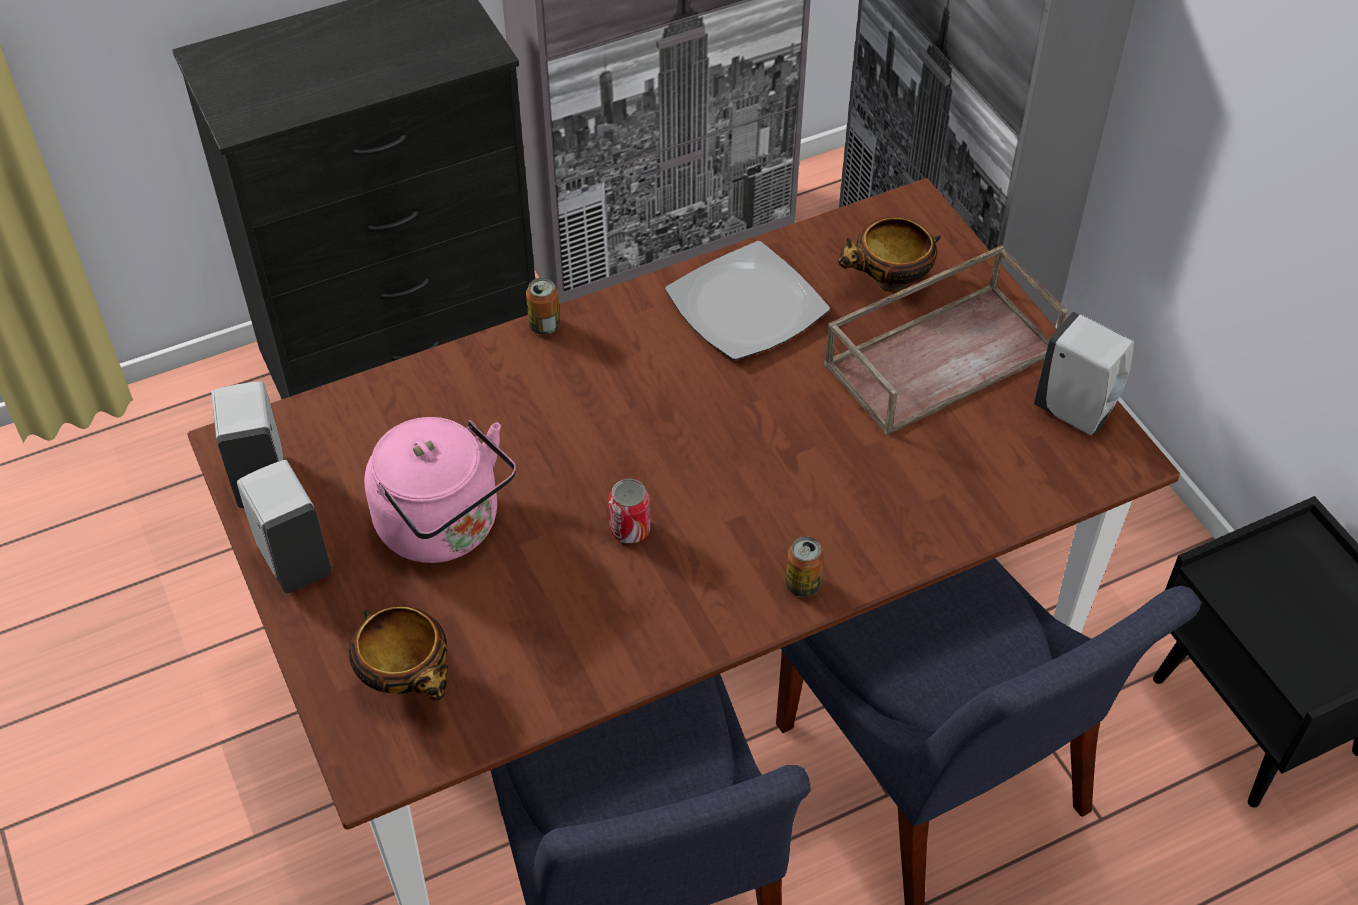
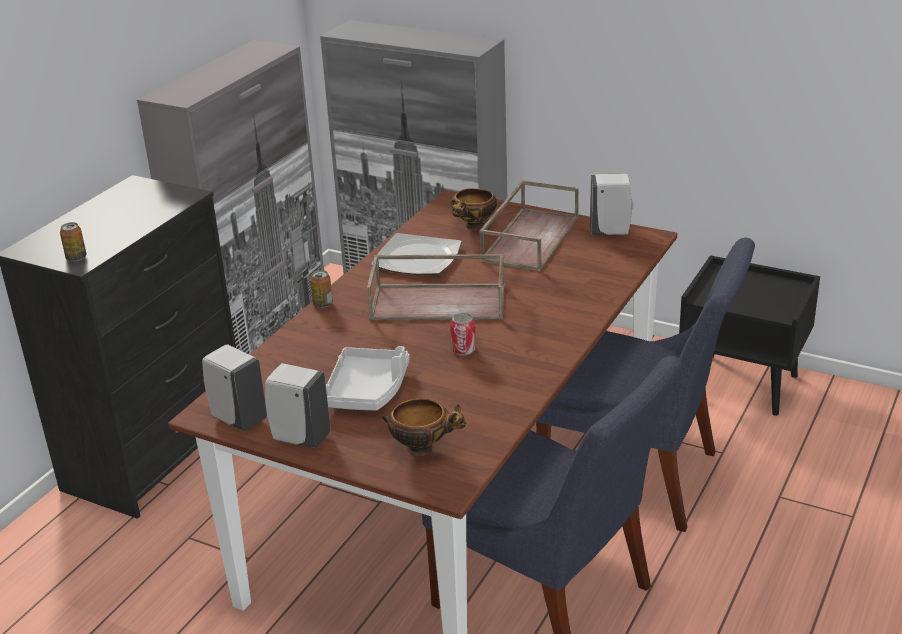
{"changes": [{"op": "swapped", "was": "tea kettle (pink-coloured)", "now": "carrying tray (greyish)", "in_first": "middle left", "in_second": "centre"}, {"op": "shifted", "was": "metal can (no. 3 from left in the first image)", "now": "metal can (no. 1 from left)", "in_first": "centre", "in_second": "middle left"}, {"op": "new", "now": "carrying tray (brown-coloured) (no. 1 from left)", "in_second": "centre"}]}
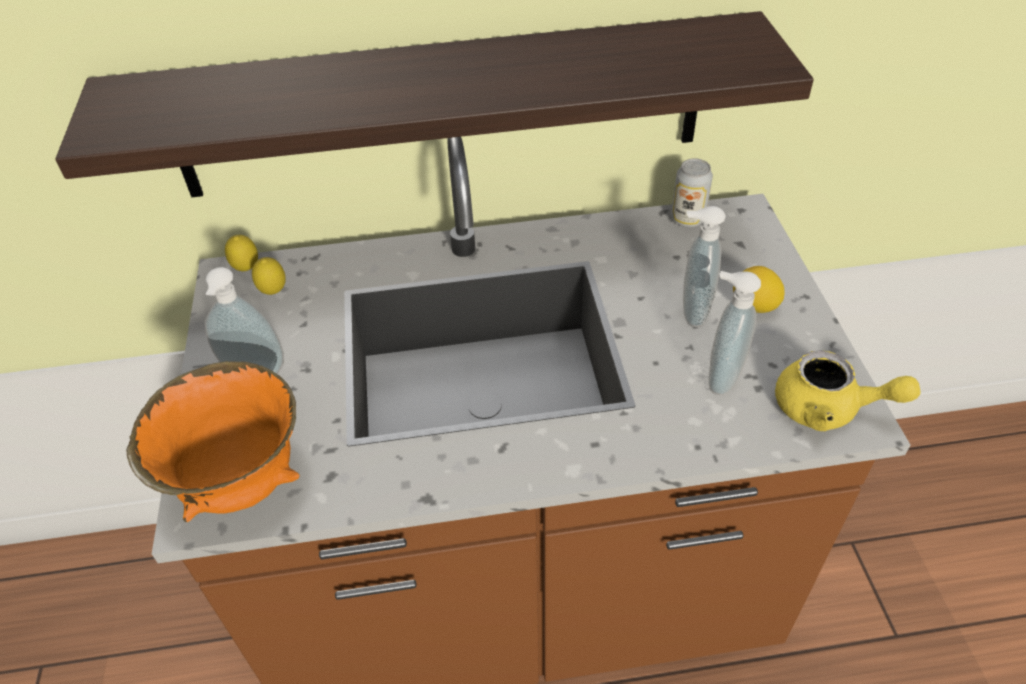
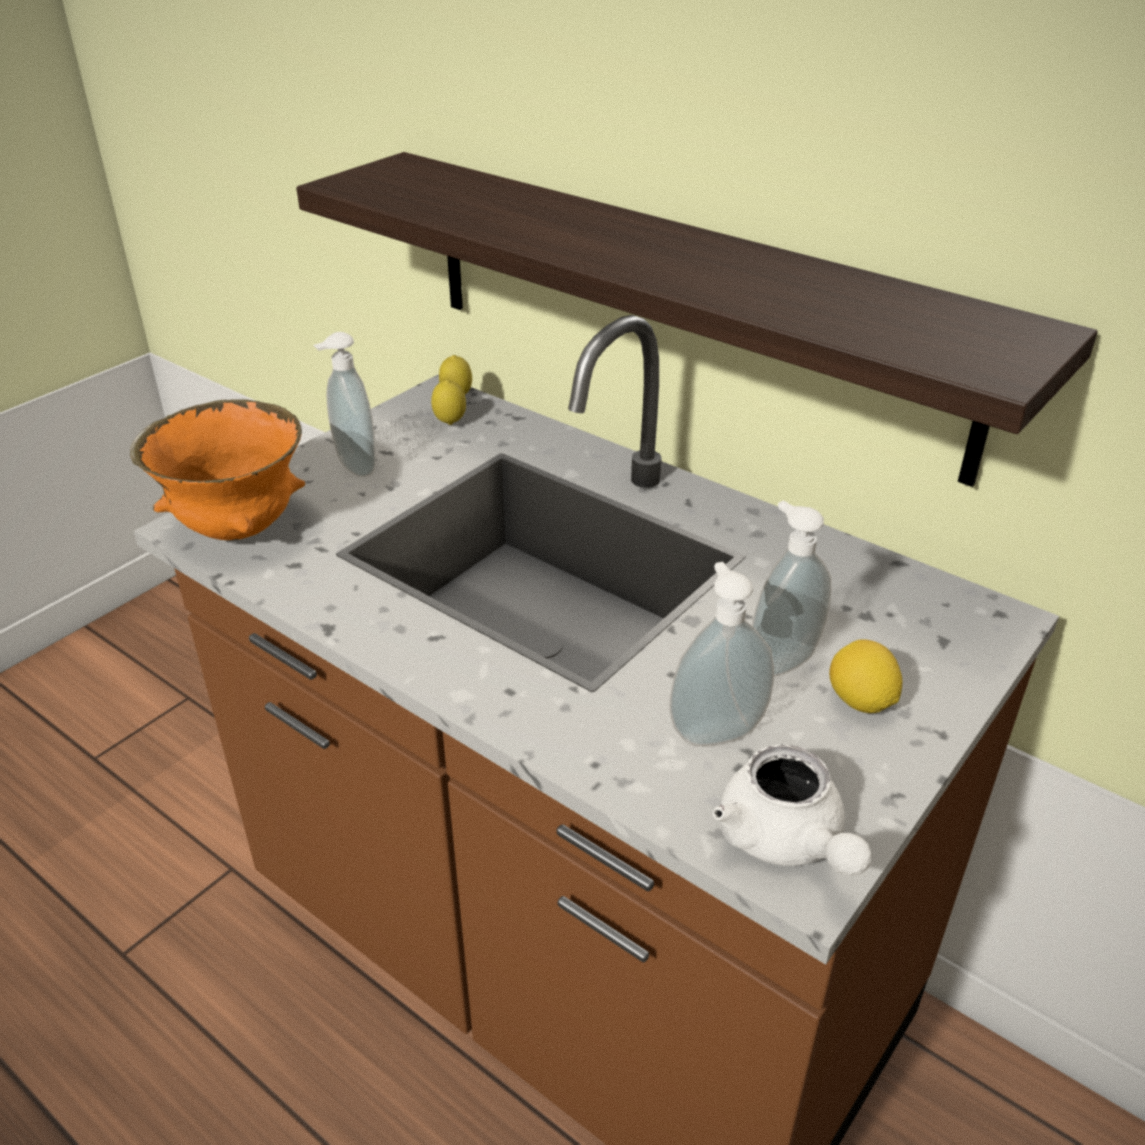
{"changes": [{"op": "gone", "was": "metal can", "in_first": "top right"}, {"op": "repainted", "was": "teapot (yellow)", "now": "teapot (white)", "in_first": "middle right", "in_second": "bottom right"}]}
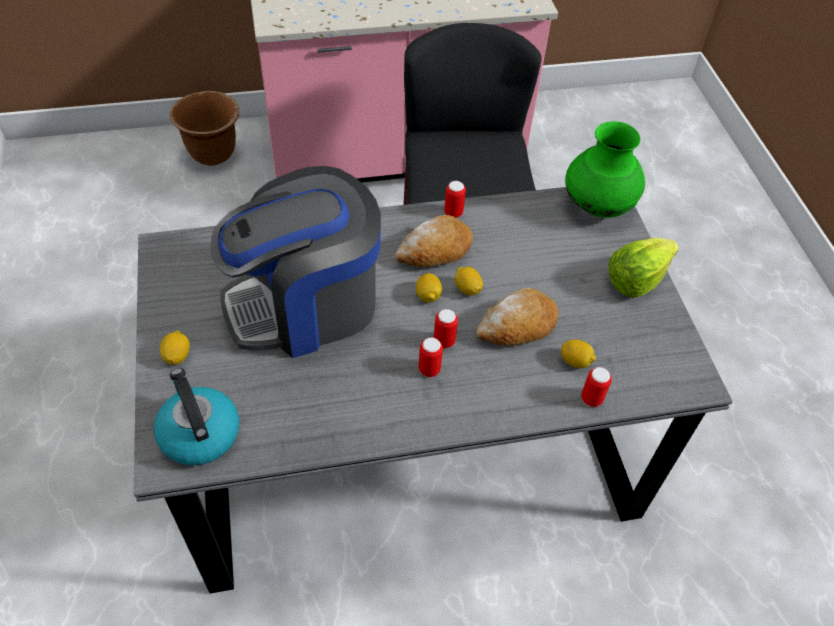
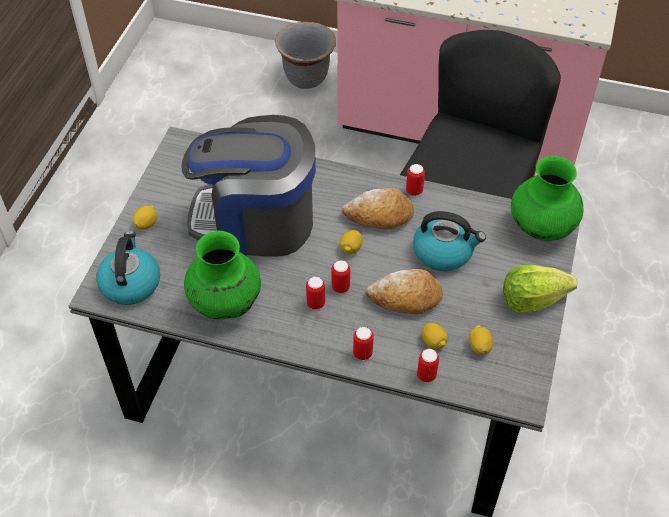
{"changes": [{"op": "repainted", "was": "plant pot (brown-coloured)", "now": "plant pot (greyish)", "in_first": "top left", "in_second": "top centre"}, {"op": "shifted", "was": "citrus fruit (no. 3 from left in the first image)", "now": "citrus fruit (no. 4 from left)", "in_first": "centre", "in_second": "middle right"}, {"op": "new", "now": "vase (greenish) (no. 1 from left)", "in_second": "middle left"}, {"op": "new", "now": "metal can (no. 3 from left)", "in_second": "centre"}, {"op": "new", "now": "tea kettle (no. 2 from left)", "in_second": "middle right"}]}
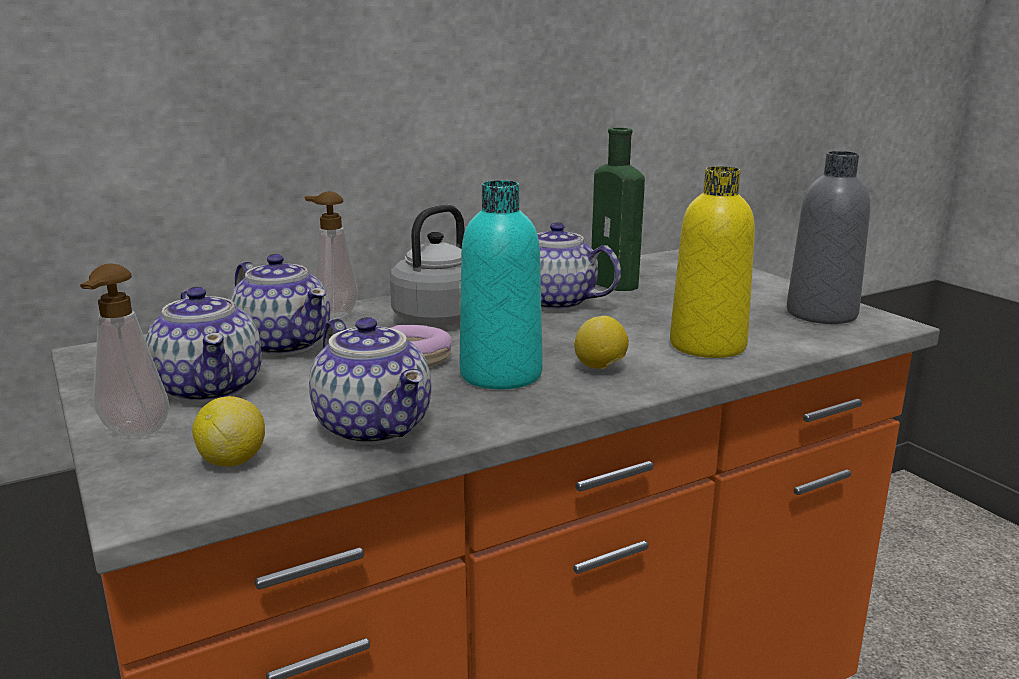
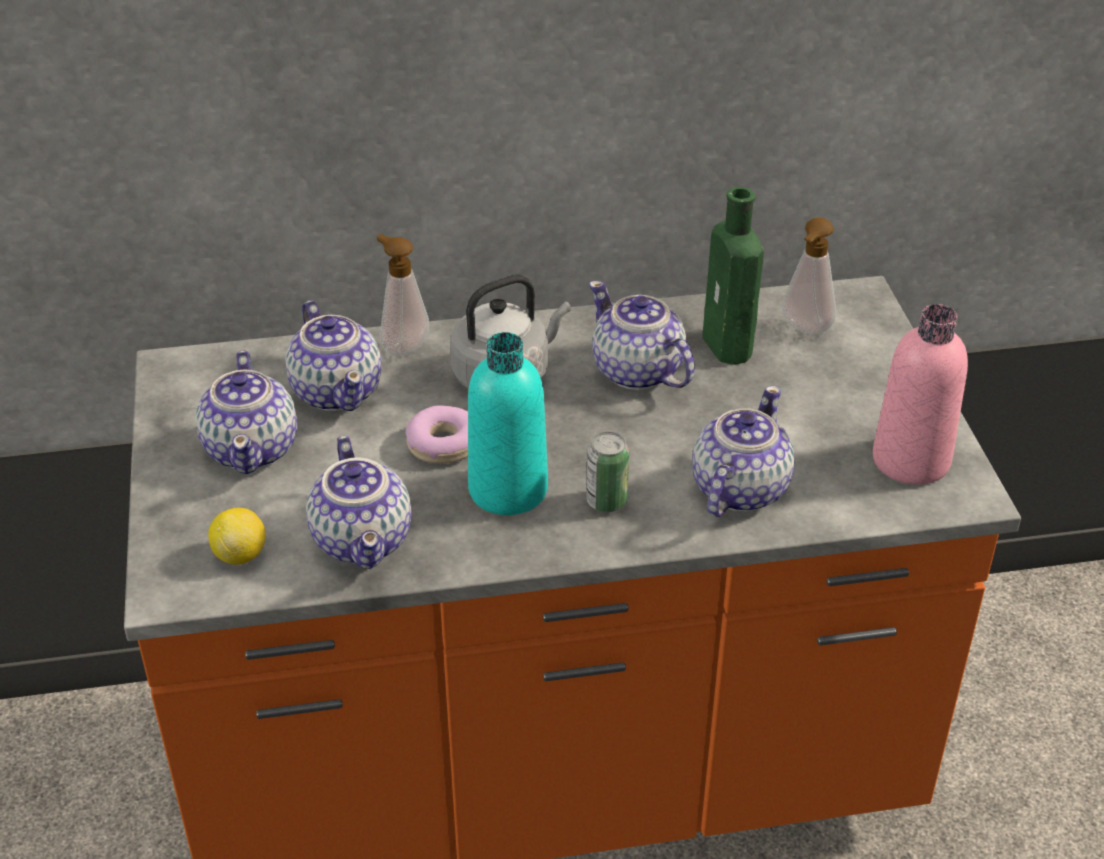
{"changes": [{"op": "shifted", "was": "soap dispenser (no. 1 from left in the first image)", "now": "soap dispenser (no. 2 from left)", "in_first": "middle left", "in_second": "top right"}, {"op": "swapped", "was": "citrus fruit (no. 2 from left)", "now": "metal can", "in_first": "centre", "in_second": "centre"}, {"op": "swapped", "was": "bottle (yellow)", "now": "teapot (no. 5 from left)", "in_first": "middle right", "in_second": "middle right"}, {"op": "repainted", "was": "bottle (greyish)", "now": "bottle (pink-coloured)", "in_first": "middle right", "in_second": "middle right"}]}
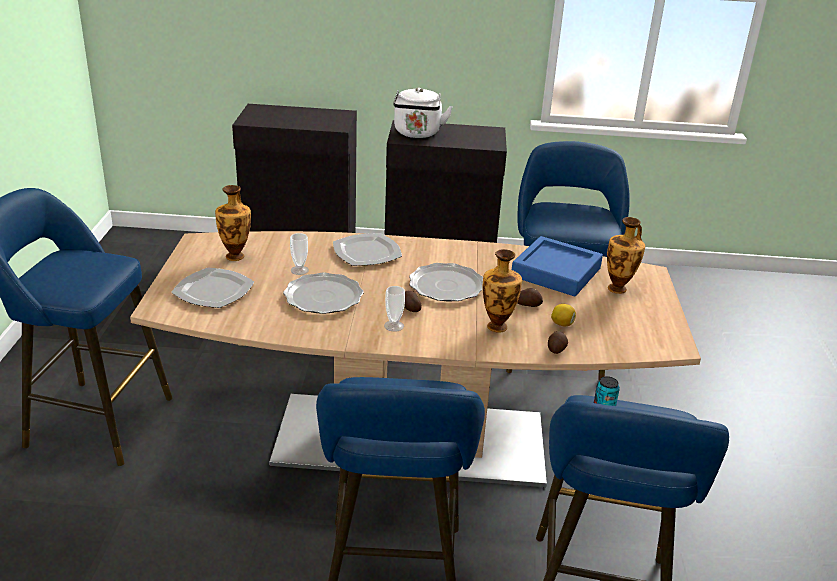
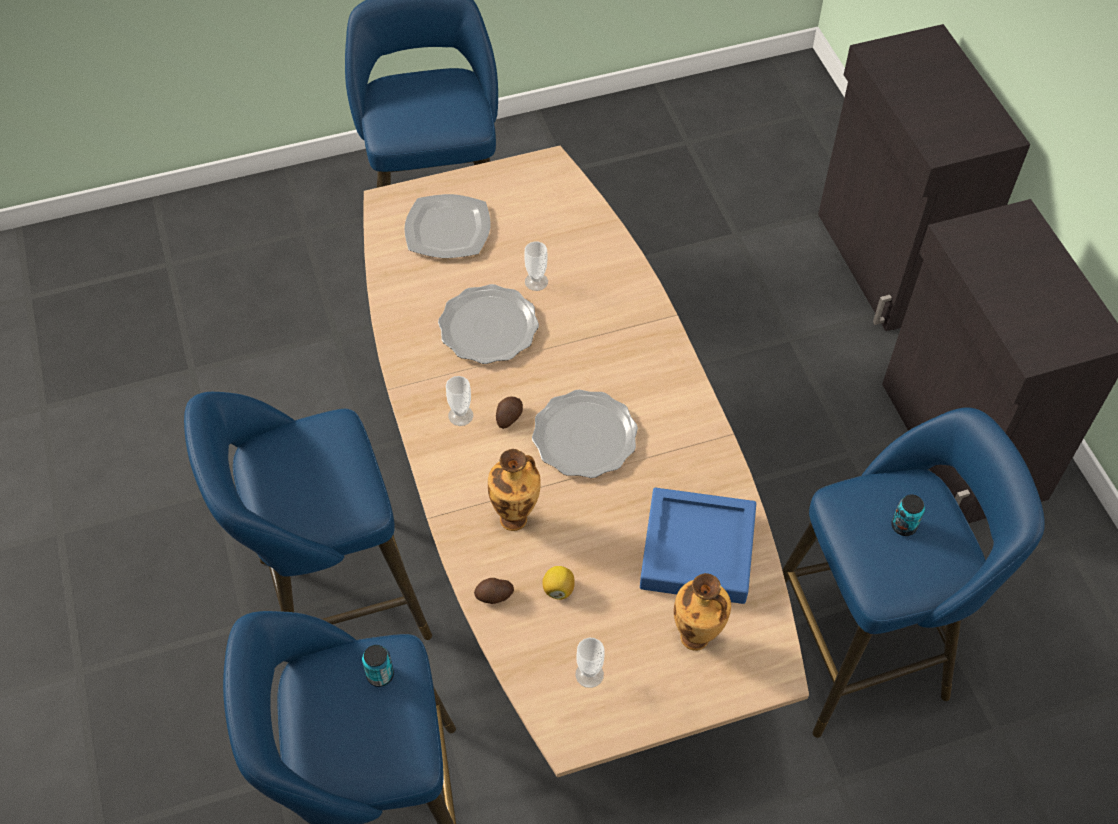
{"changes": [{"op": "gone", "was": "vase (no. 1 from left)", "in_first": "middle left"}, {"op": "gone", "was": "plate (no. 3 from left)", "in_first": "centre"}, {"op": "gone", "was": "tea kettle (white)", "in_first": "top centre"}, {"op": "gone", "was": "spud (no. 2 from left)", "in_first": "centre"}, {"op": "new", "now": "cup (no. 3 from left)", "in_second": "bottom centre"}, {"op": "new", "now": "metal can (no. 2 from left)", "in_second": "middle right"}]}
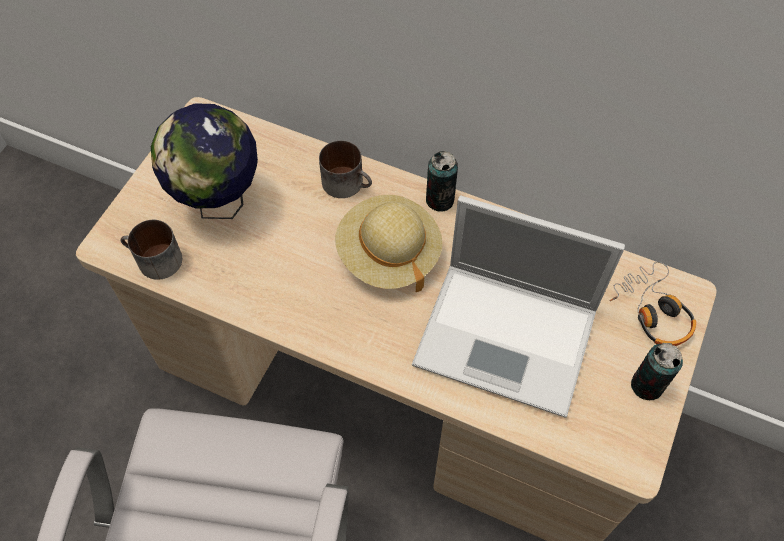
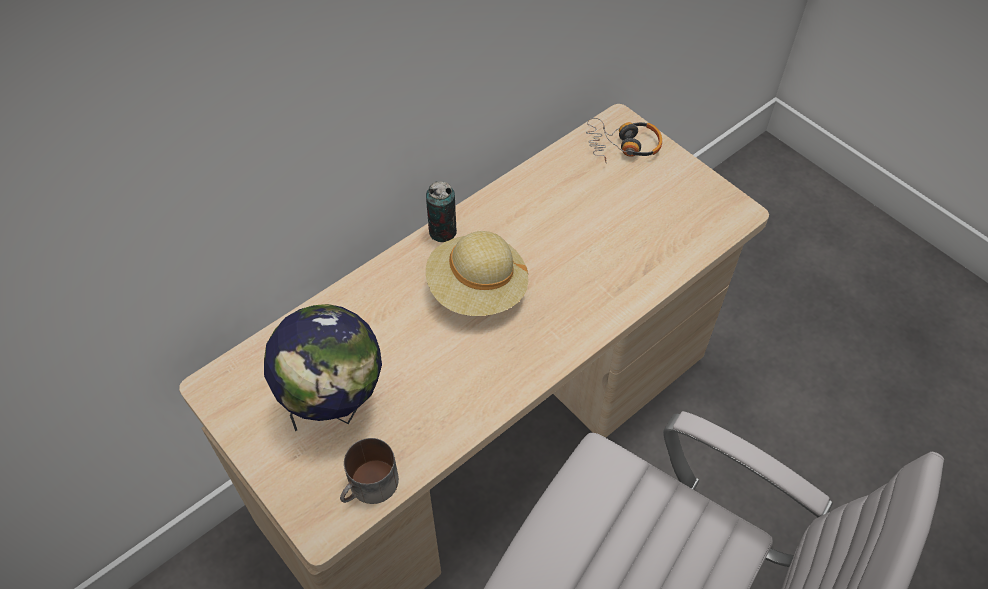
{"changes": [{"op": "gone", "was": "coffee mug (no. 2 from left)", "in_first": "top centre"}, {"op": "gone", "was": "portable computer", "in_first": "centre"}, {"op": "gone", "was": "metal can (no. 2 from left)", "in_first": "bottom right"}]}
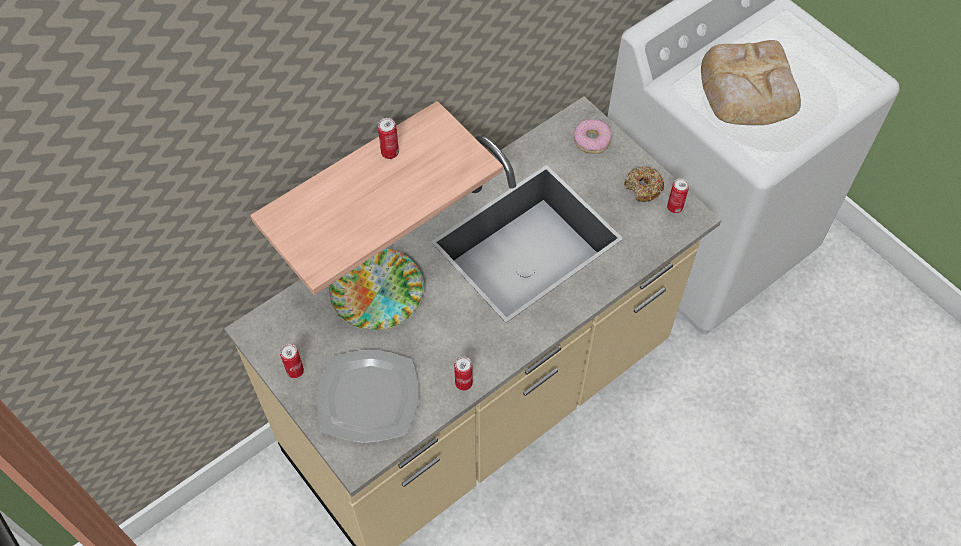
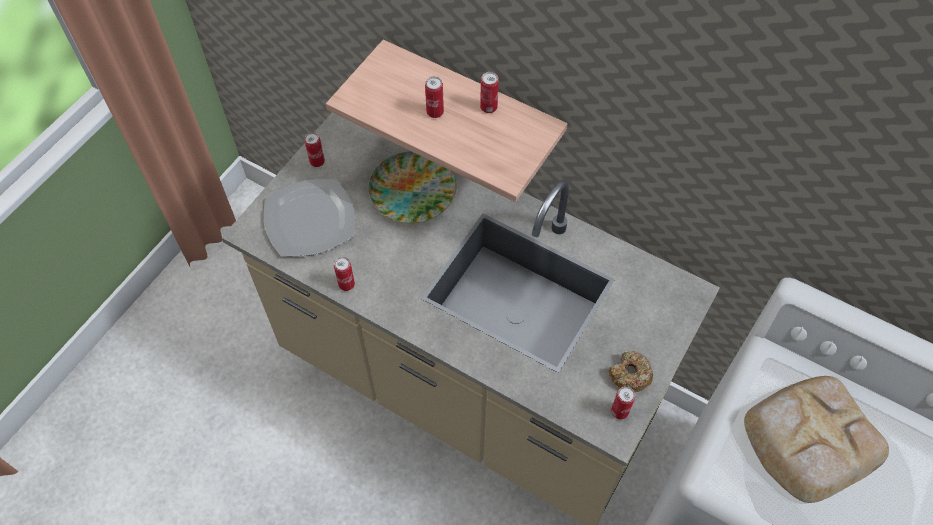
{"changes": [{"op": "gone", "was": "doughnut (no. 1 from left)", "in_first": "top centre"}, {"op": "new", "now": "metal can (no. 3 from left)", "in_second": "top centre"}]}
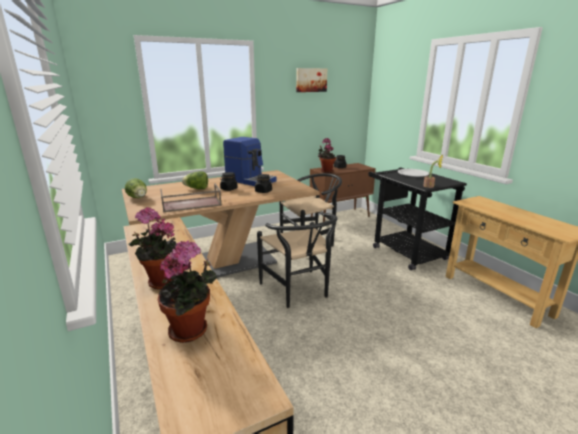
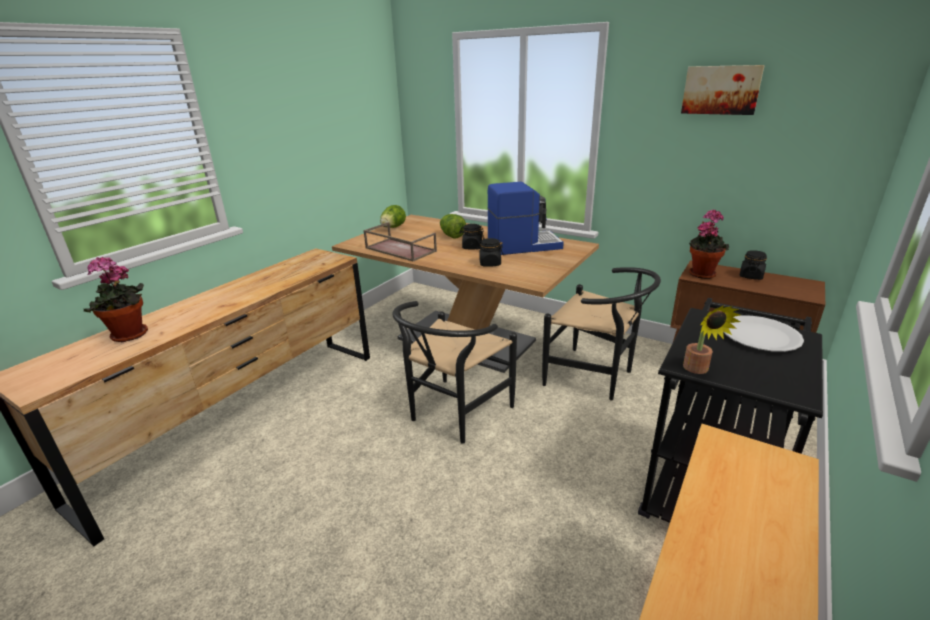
{"changes": [{"op": "gone", "was": "houseplant (no. 1 from left)", "in_first": "middle left"}, {"op": "rotated", "was": "coffee brewer", "in_first": "centre", "in_second": "centre", "clockwise": -105}]}
